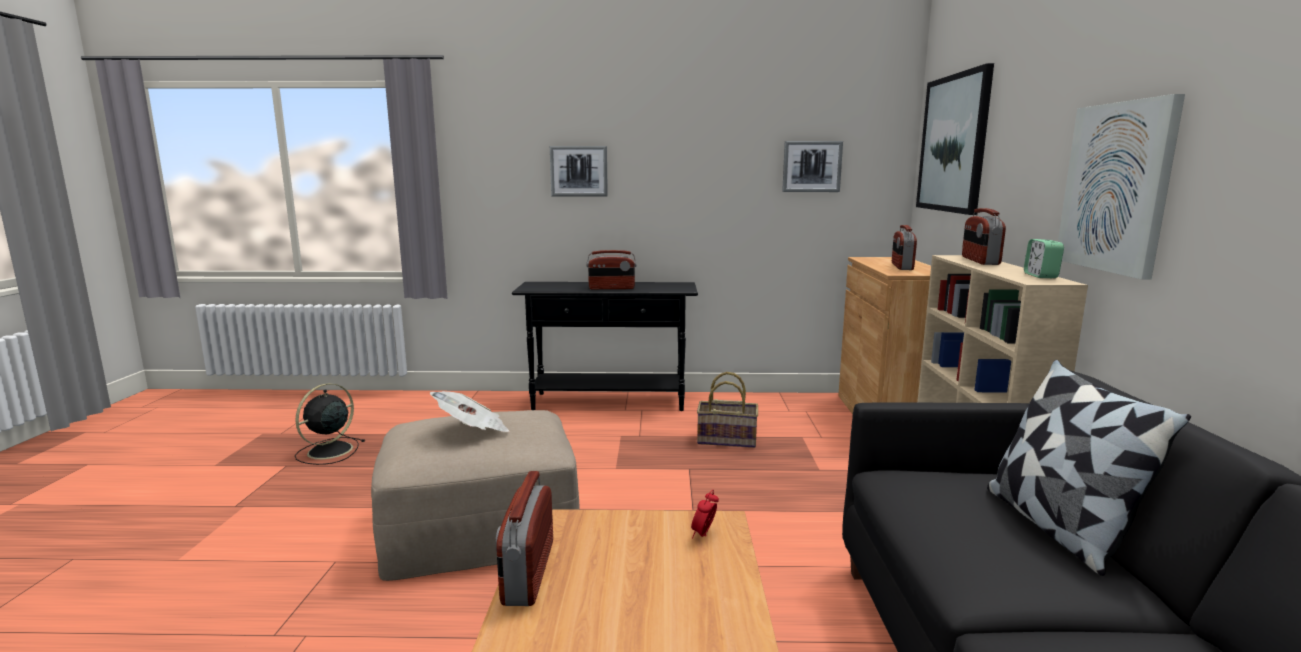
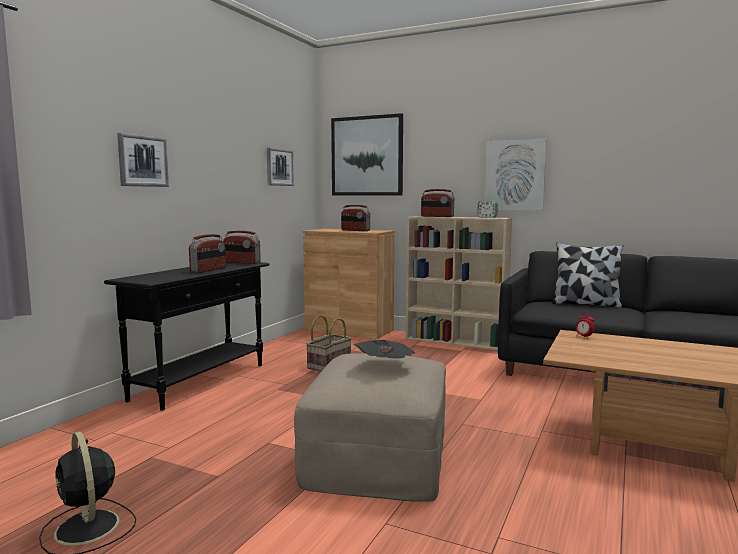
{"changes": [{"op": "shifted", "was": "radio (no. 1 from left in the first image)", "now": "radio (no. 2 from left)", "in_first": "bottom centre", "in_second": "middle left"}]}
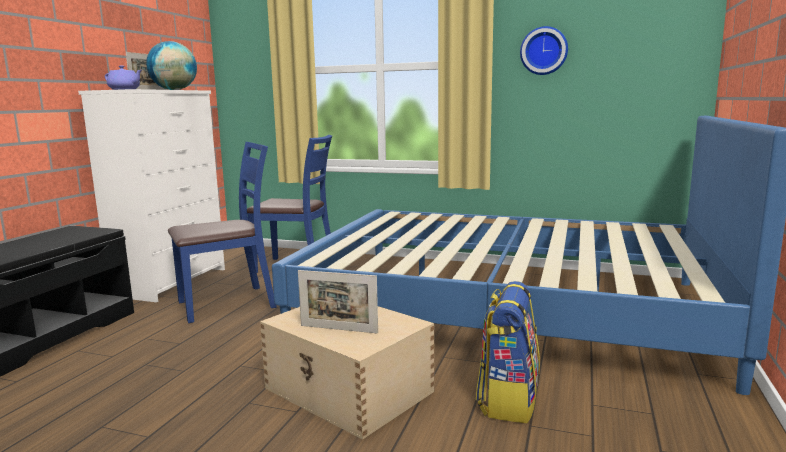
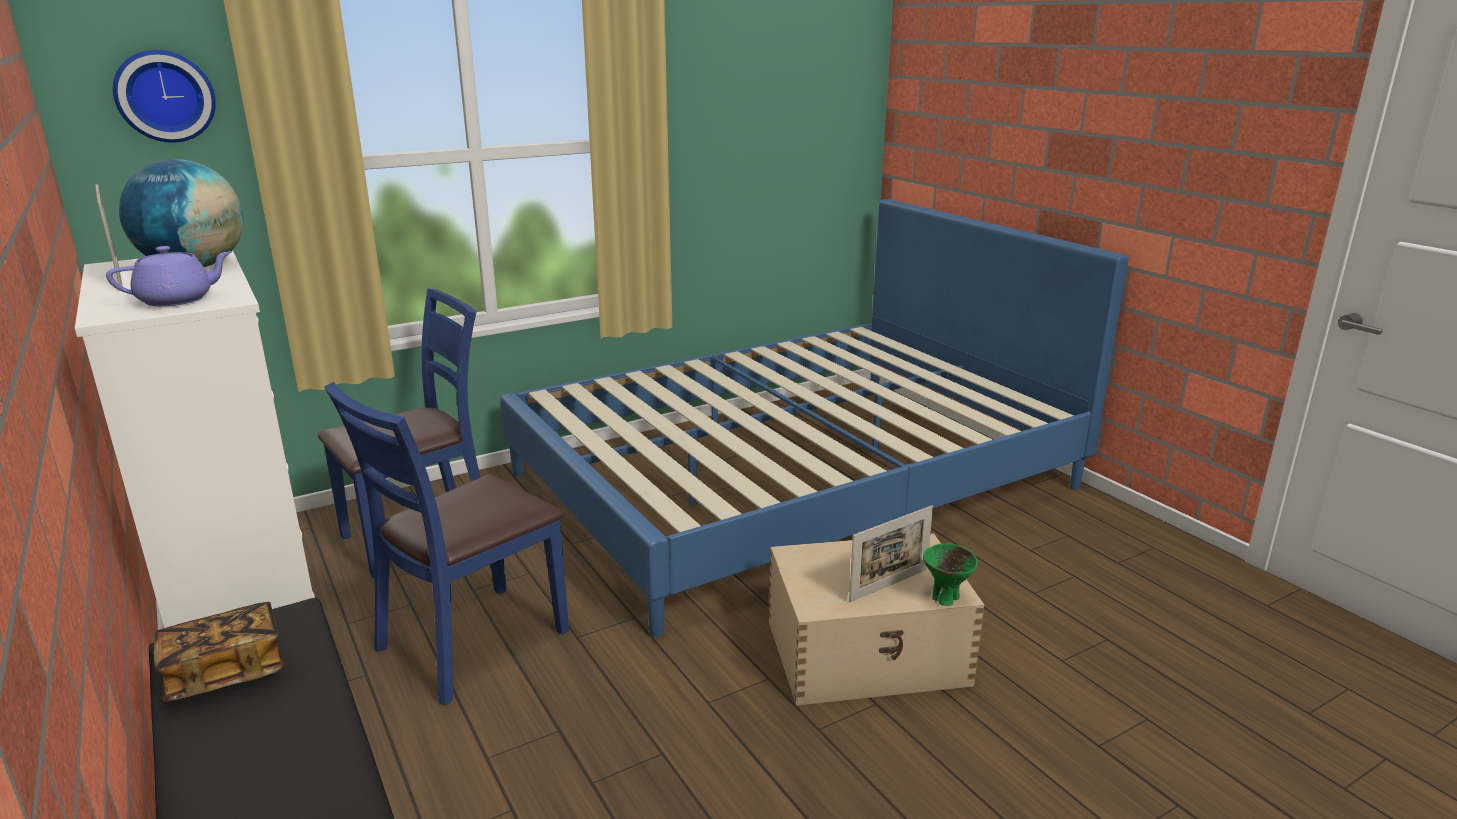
{"changes": [{"op": "rotated", "was": "chair (bluish) (no. 1 from left in the first image)", "in_first": "middle left", "in_second": "middle left", "clockwise": -150}, {"op": "gone", "was": "knapsack", "in_first": "bottom centre"}, {"op": "shifted", "was": "hanging clock", "in_first": "top right", "in_second": "top left"}, {"op": "new", "now": "volume", "in_second": "bottom left"}, {"op": "new", "now": "serving bowl (greenish)", "in_second": "bottom centre"}]}
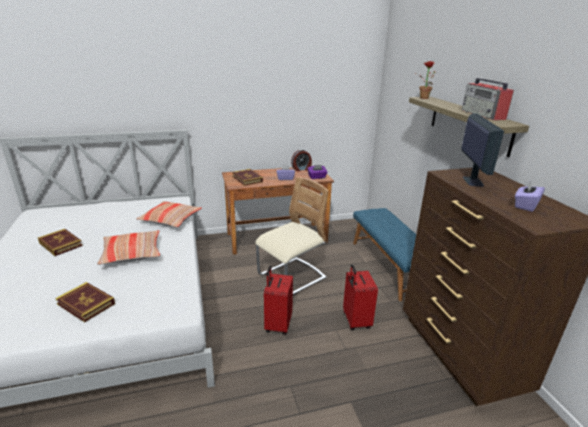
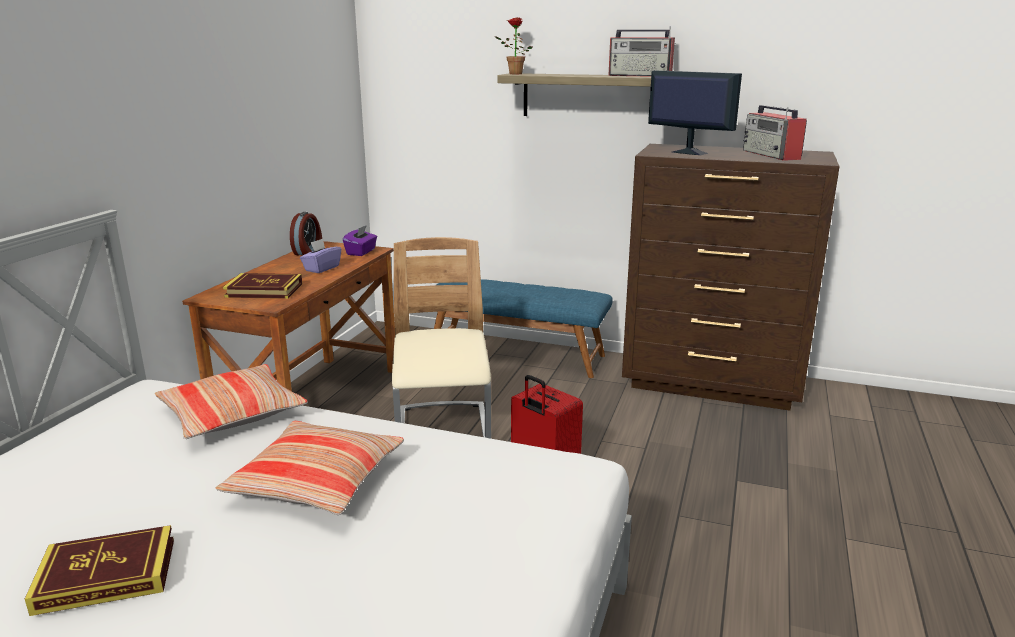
{"changes": [{"op": "gone", "was": "volume (no. 2 from left)", "in_first": "bottom left"}, {"op": "gone", "was": "suitcase (red-coloured) (no. 2 from left)", "in_first": "bottom centre"}, {"op": "swapped", "was": "box of tissues (purple-coloured) (no. 3 from left)", "now": "radio (no. 2 from left)", "in_first": "middle right", "in_second": "top right"}]}
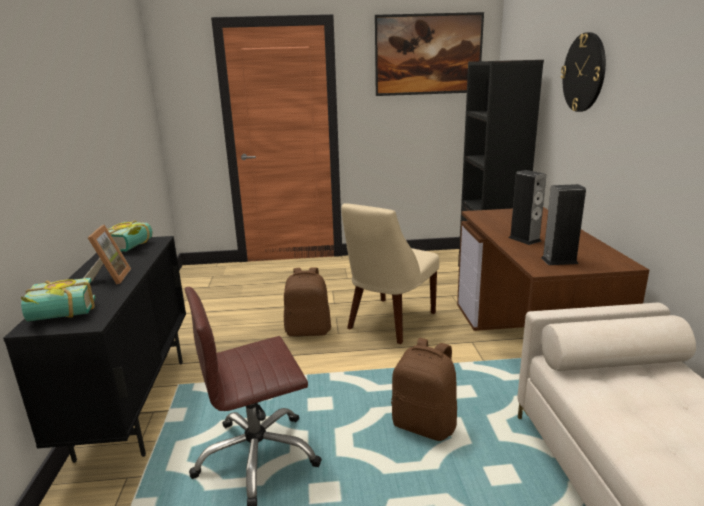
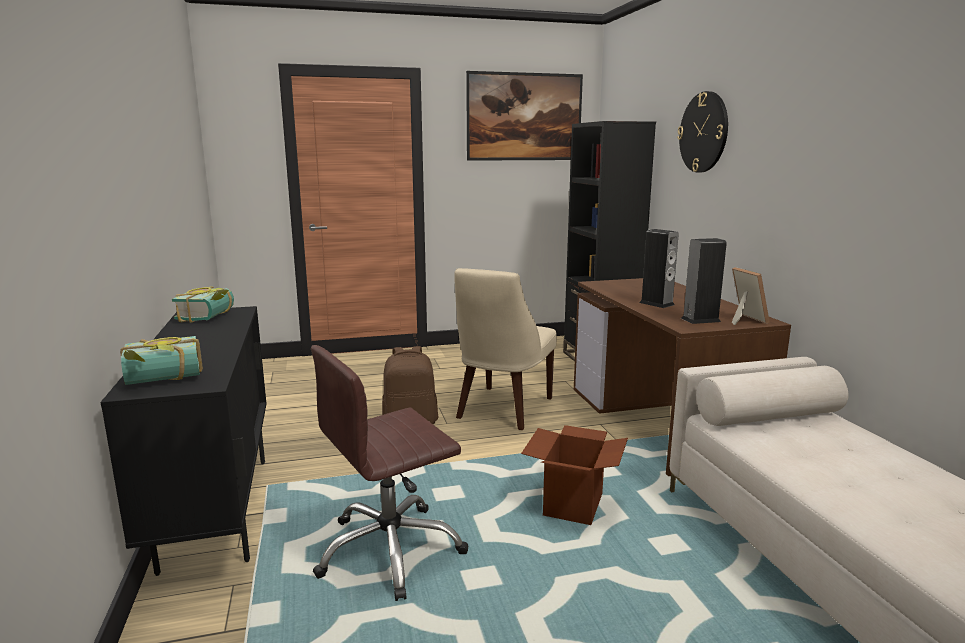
{"changes": [{"op": "shifted", "was": "standing frame", "in_first": "middle left", "in_second": "middle right"}, {"op": "swapped", "was": "knapsack (brown-coloured) (no. 2 from left)", "now": "carton", "in_first": "bottom centre", "in_second": "bottom centre"}]}
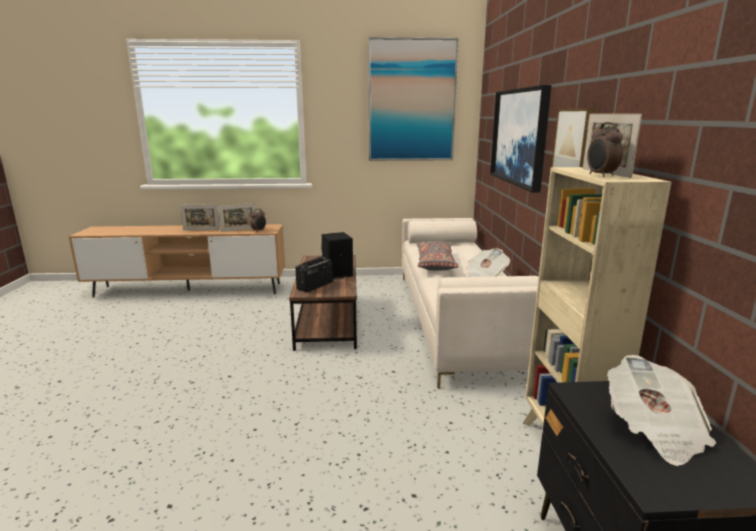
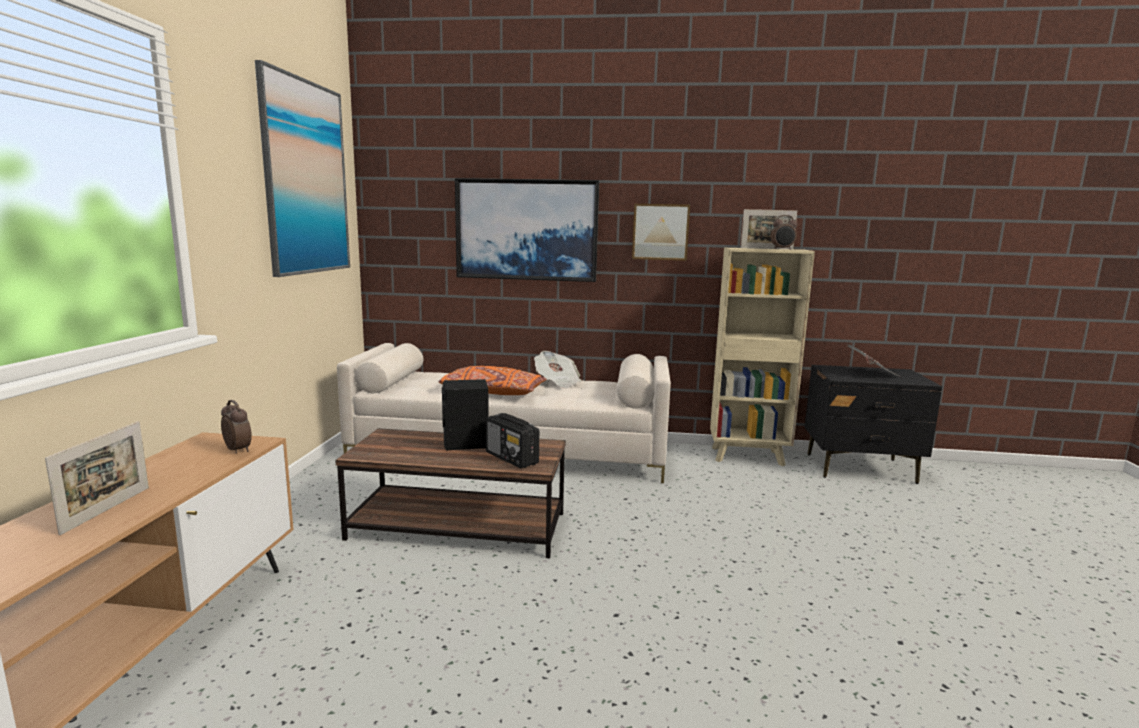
{"changes": [{"op": "gone", "was": "standing frame (no. 2 from left)", "in_first": "middle left"}, {"op": "repainted", "was": "pillow (greyish)", "now": "pillow (orange)", "in_first": "centre", "in_second": "centre"}]}
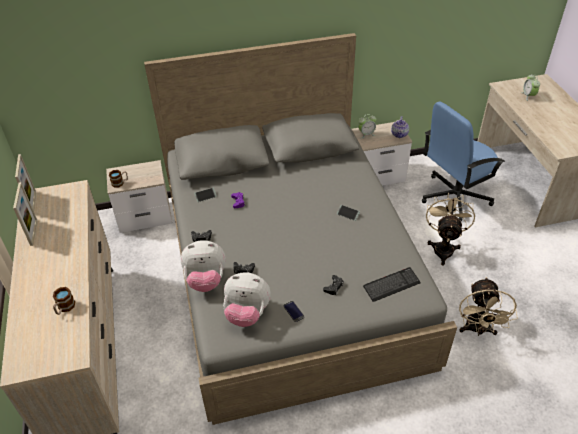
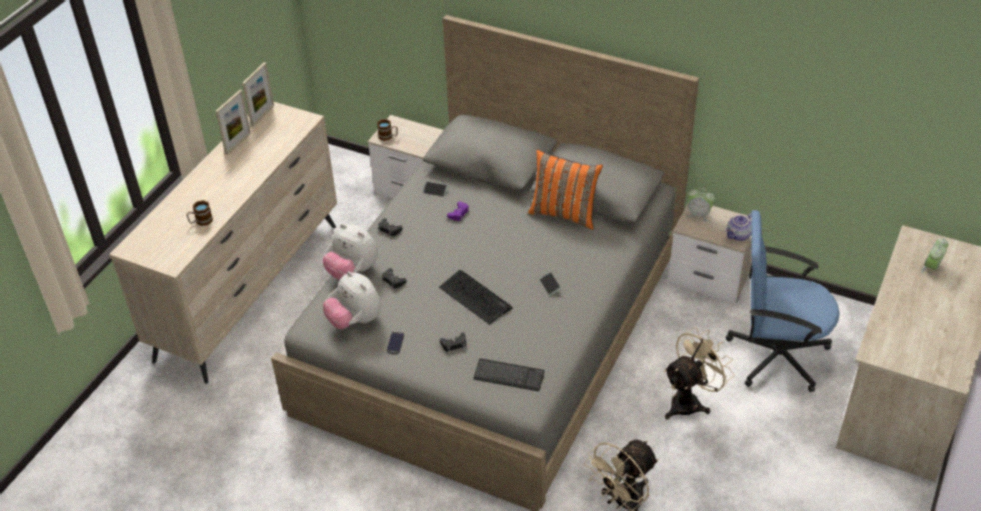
{"changes": [{"op": "new", "now": "PC keyboard (no. 1 from left)", "in_second": "centre"}, {"op": "new", "now": "pillow (orange)", "in_second": "centre"}]}
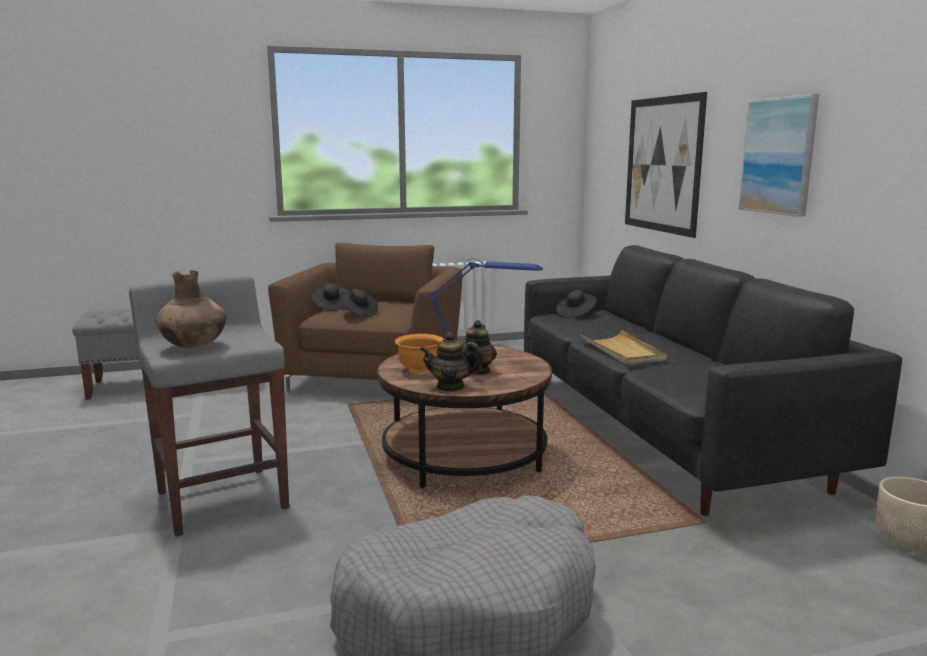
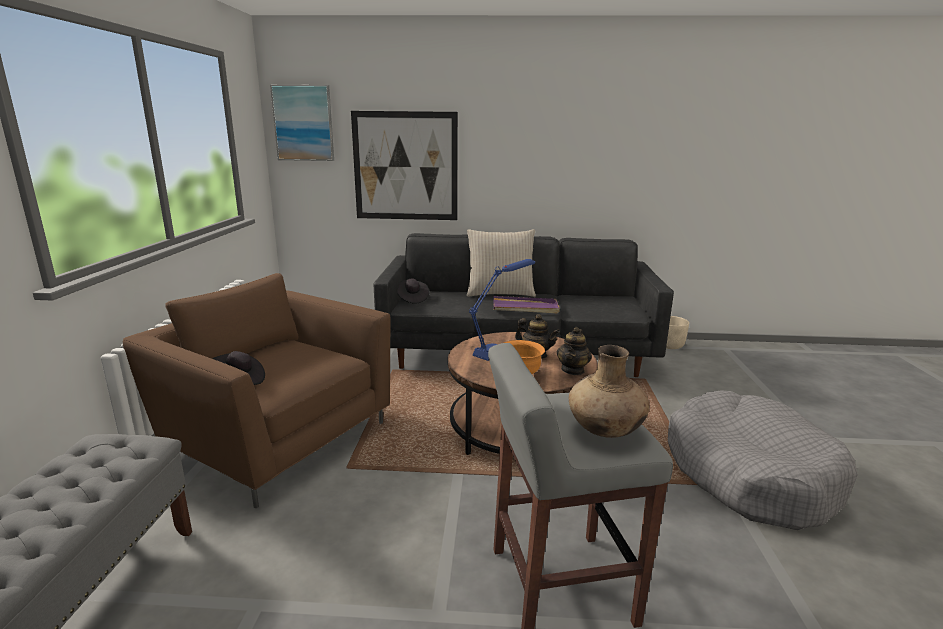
{"changes": [{"op": "gone", "was": "hat (blackish) (no. 2 from left)", "in_first": "centre"}, {"op": "repainted", "was": "carrying tray (beige)", "now": "carrying tray (purple-coloured)", "in_first": "middle right", "in_second": "centre"}, {"op": "shifted", "was": "picture (no. 2 from left in the first image)", "now": "picture (no. 1 from left)", "in_first": "top right", "in_second": "top left"}, {"op": "new", "now": "pillow (beige)", "in_second": "centre"}]}
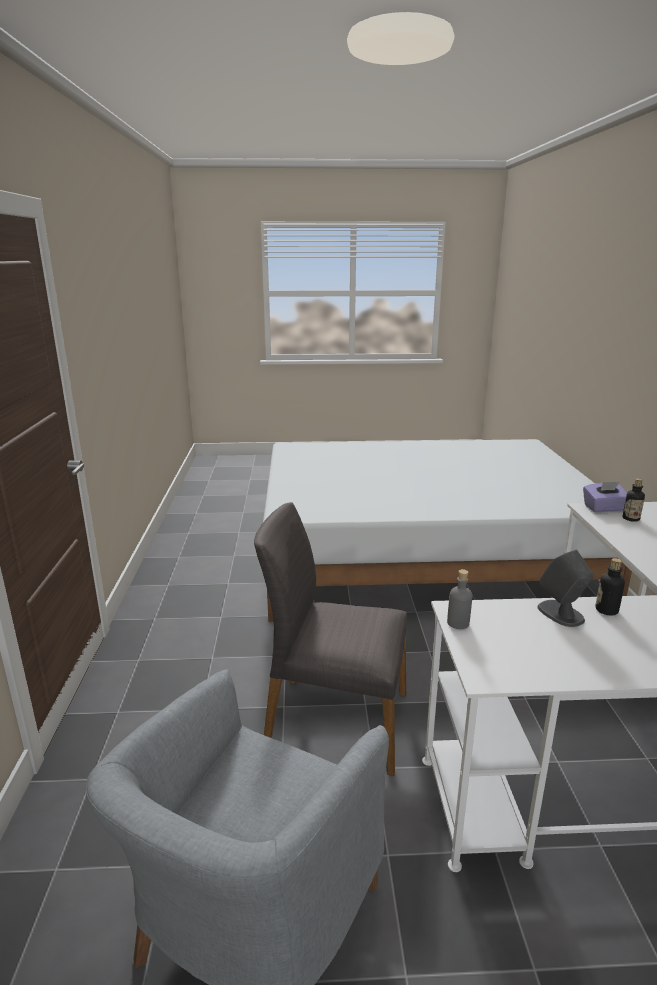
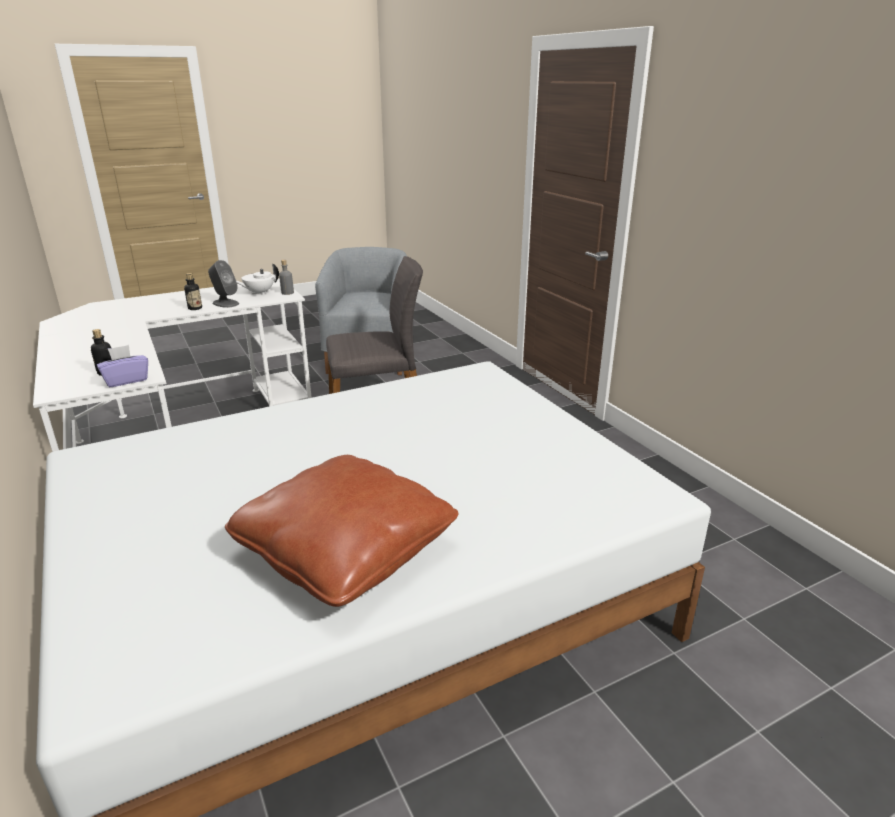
{"changes": [{"op": "new", "now": "pillow (brown-coloured)", "in_second": "centre"}, {"op": "new", "now": "teapot (white)", "in_second": "middle left"}]}
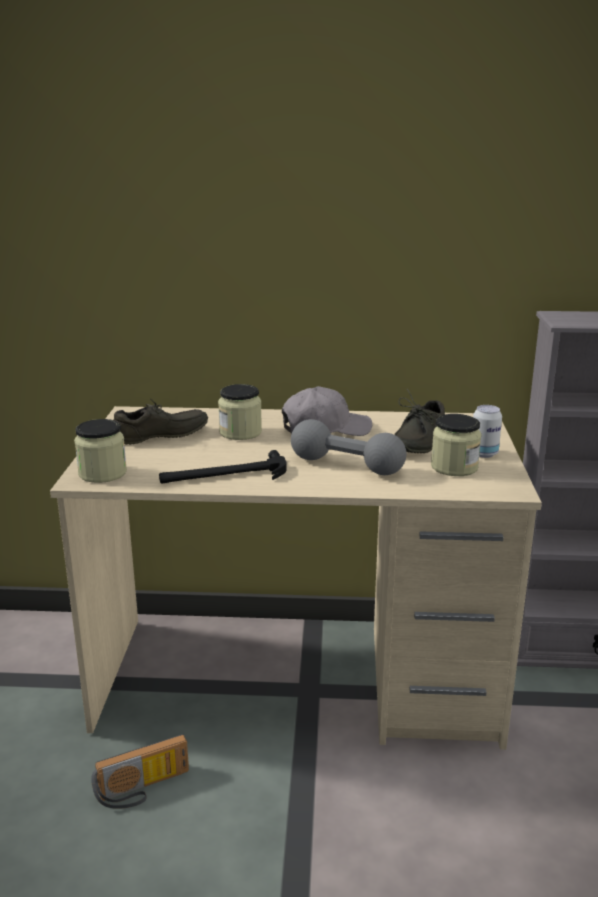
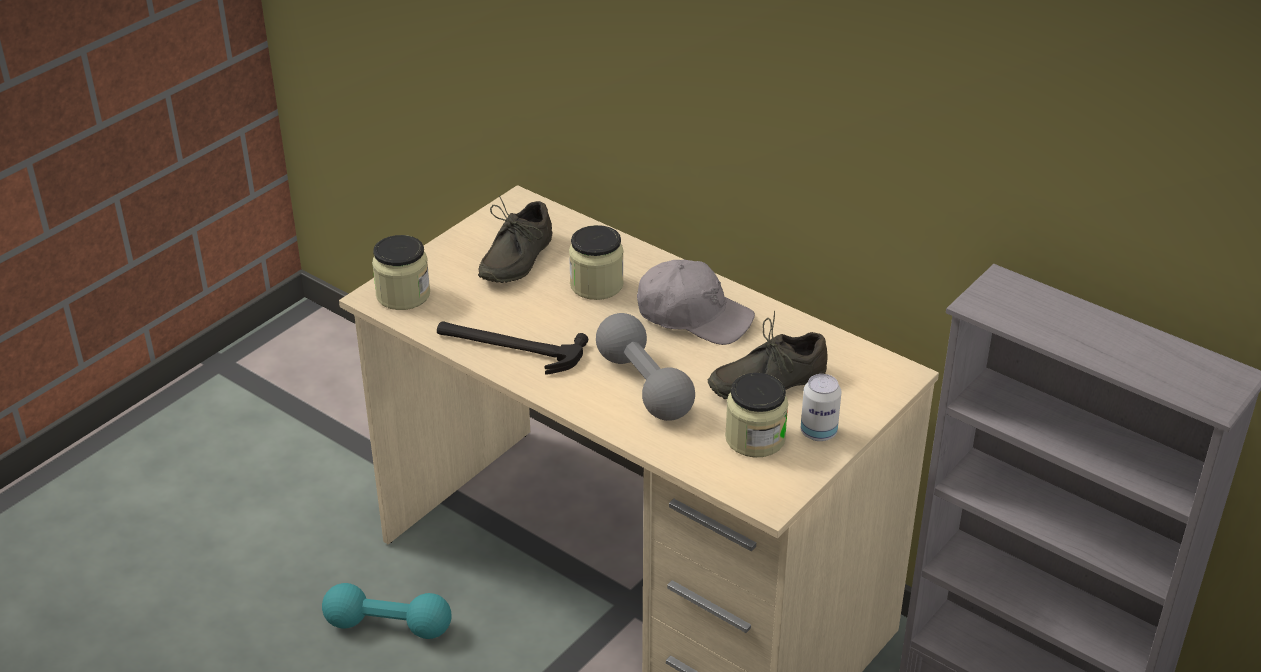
{"changes": [{"op": "swapped", "was": "radio", "now": "hand weight (blue-green)", "in_first": "bottom left", "in_second": "bottom left"}, {"op": "rotated", "was": "low shoe (greyish) (no. 1 from left)", "in_first": "middle left", "in_second": "centre", "clockwise": 105}]}
